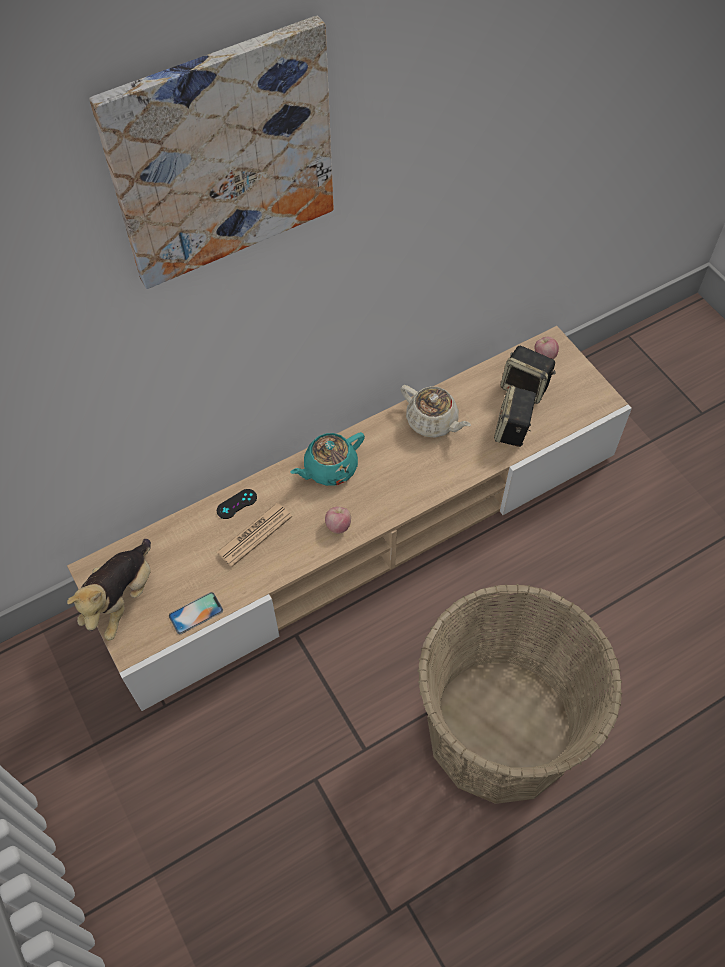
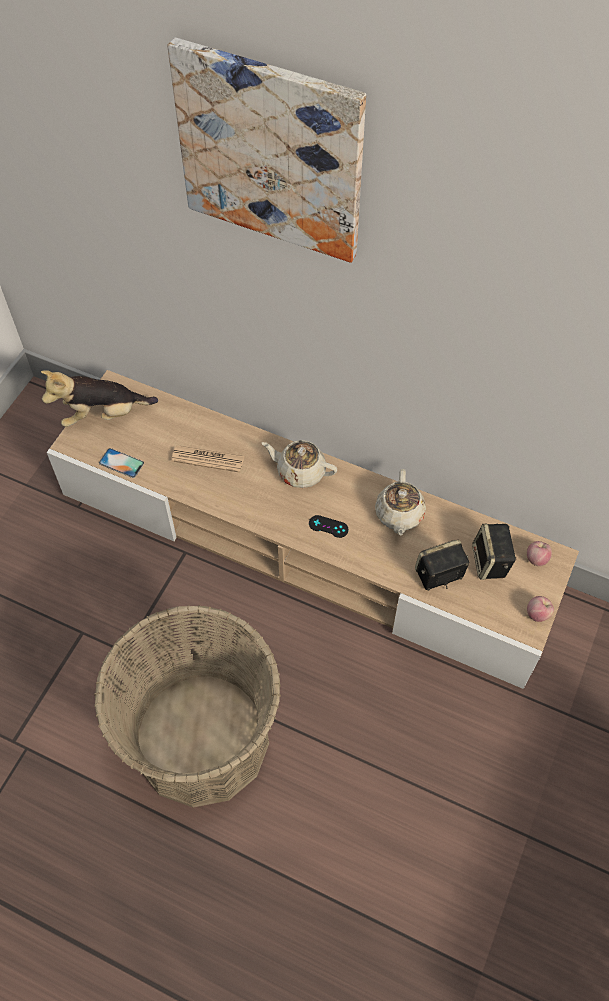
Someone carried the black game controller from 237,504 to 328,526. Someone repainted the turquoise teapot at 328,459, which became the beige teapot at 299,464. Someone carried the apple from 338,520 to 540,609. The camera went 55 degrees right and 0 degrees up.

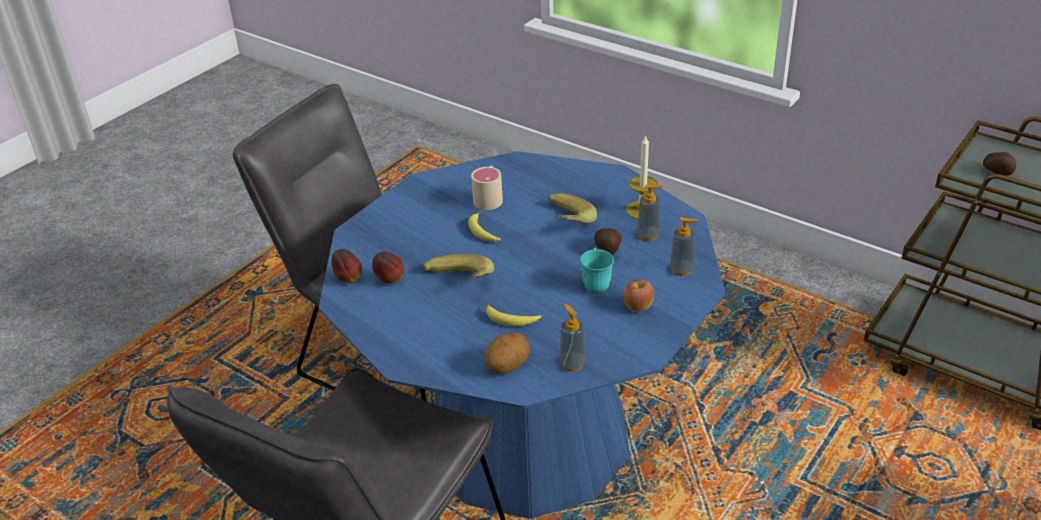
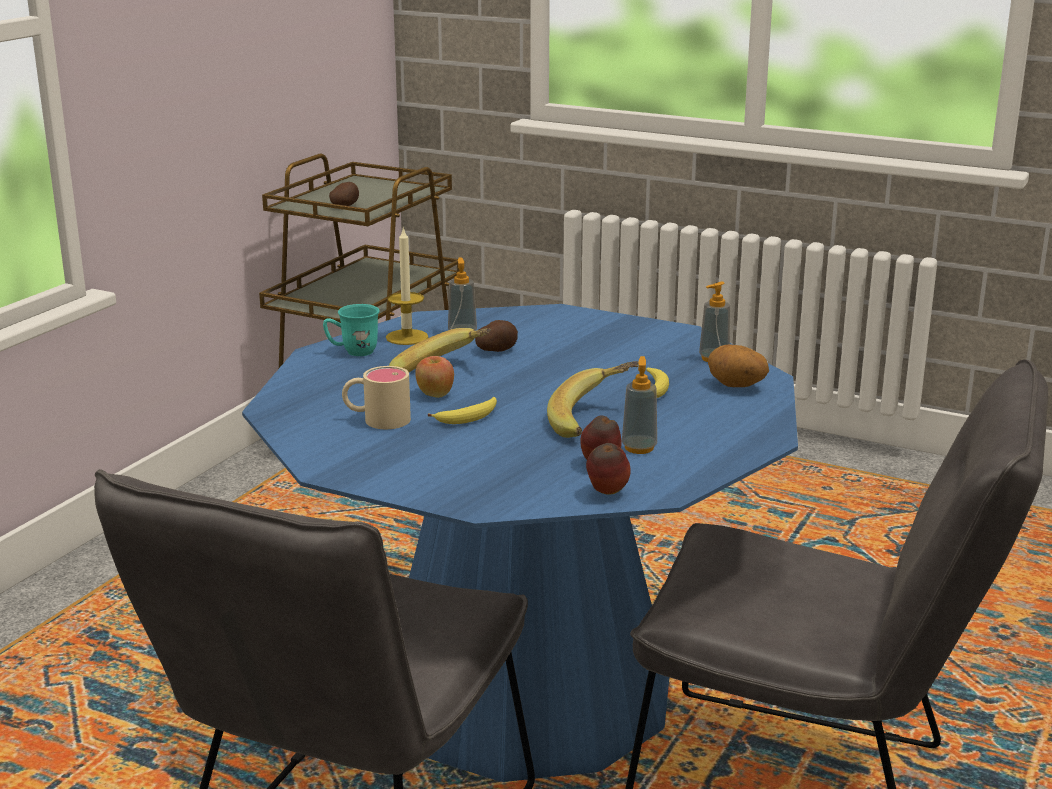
Someone carried the turquoise mug from 597,271 to 351,330. Someone carried the apple from 638,295 to 434,377. Someone carried the soap dispenser from 684,246 to 639,405. The camera went 100 degrees left and 15 degrees down.

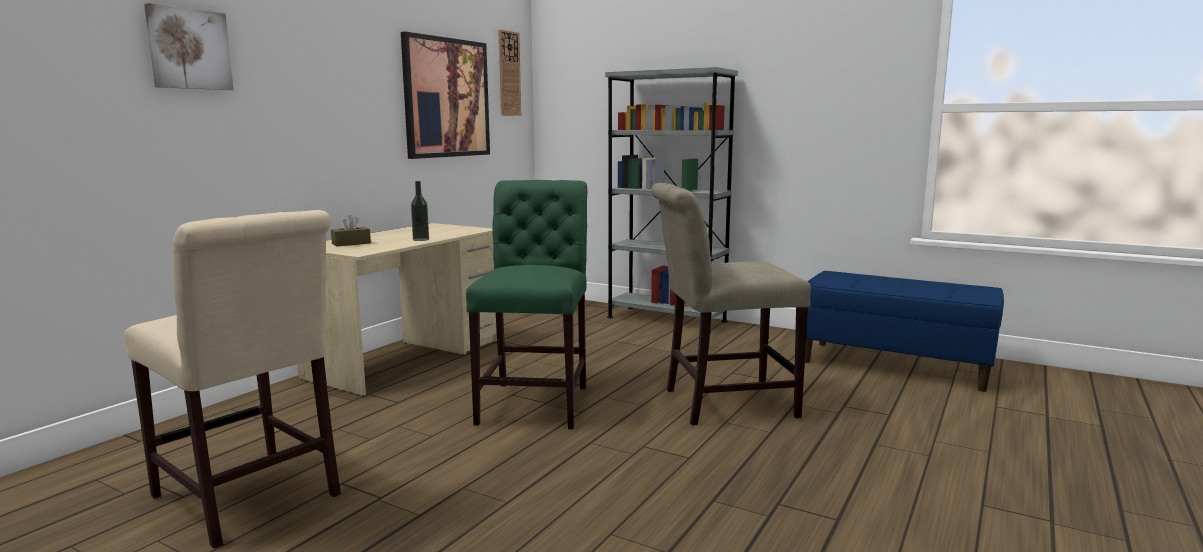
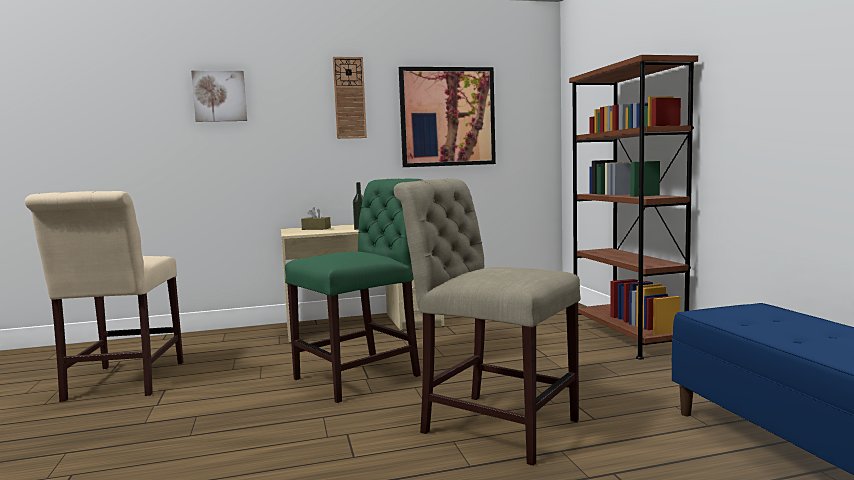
Someone carried the wall clock from 509,73 to 350,98. Someone repainted the grey bookcase at 671,200, which became the brown bookcase at 633,207. The camera went 45 degrees right and 5 degrees down.

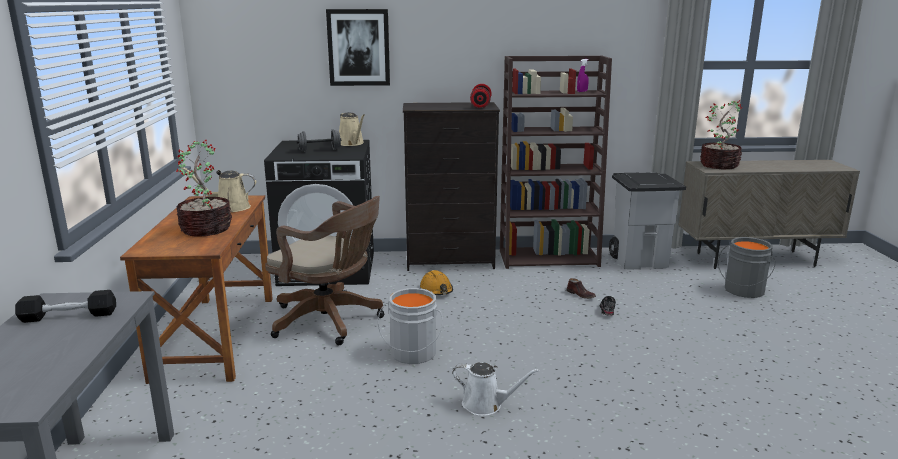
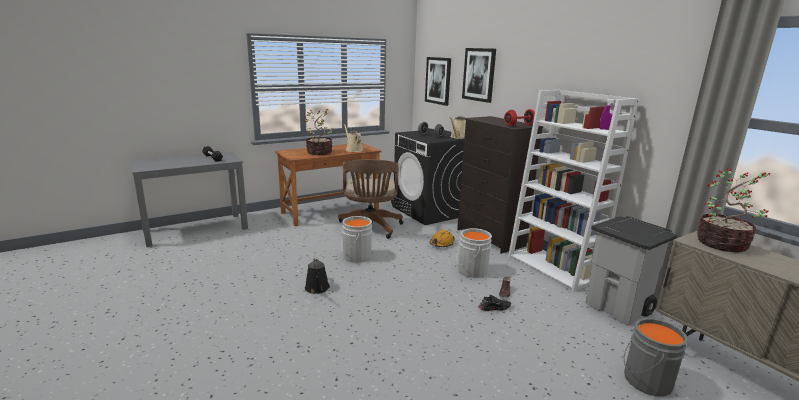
Someone repainted the white watering can at 495,389, which became the black watering can at 317,276. Someone repainted the brown bookcase at 556,162, which became the white bookcase at 573,191. Someone put up the picture at 438,81. Someone put down the grey bucket at 474,253. The camera went 60 degrees right and 0 degrees up.

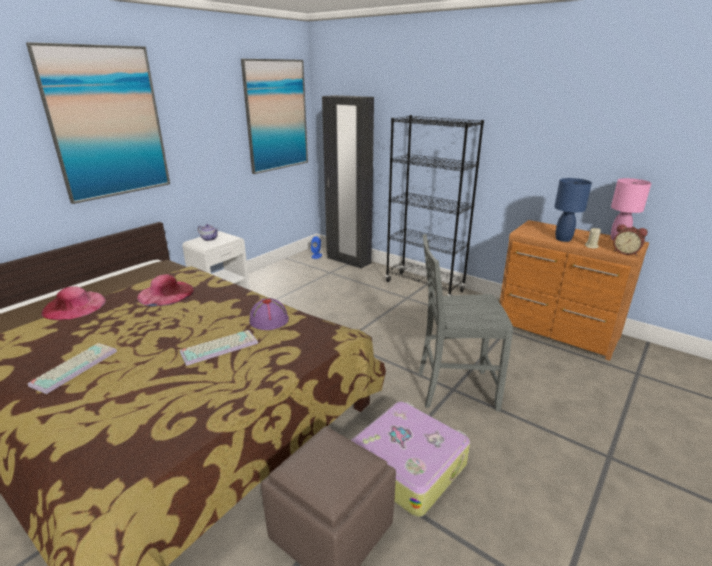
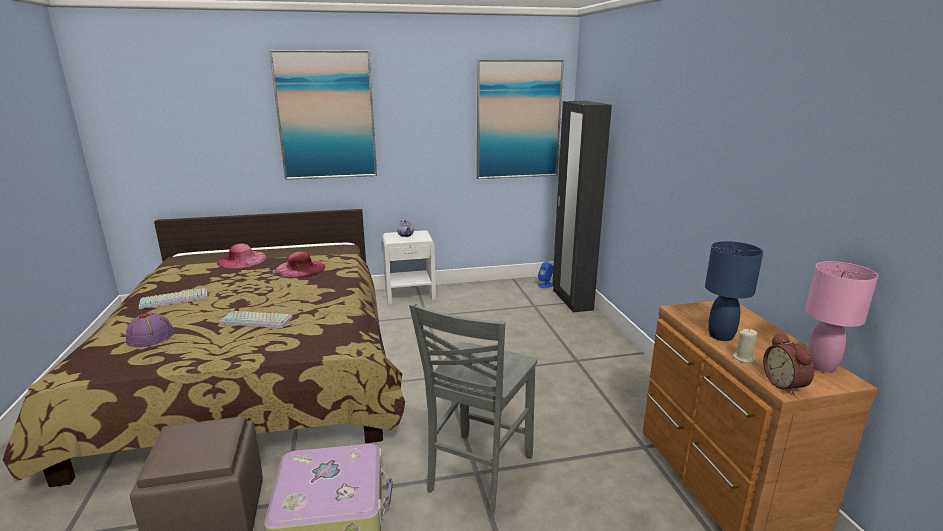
Someone carried the purple hat from 269,314 to 150,329. Someone took away the black bookcase at 435,205. Someone rotated the grey chair at 466,322 by 105 degrees counterclockwise. The camera went 40 degrees right and 5 degrees down.

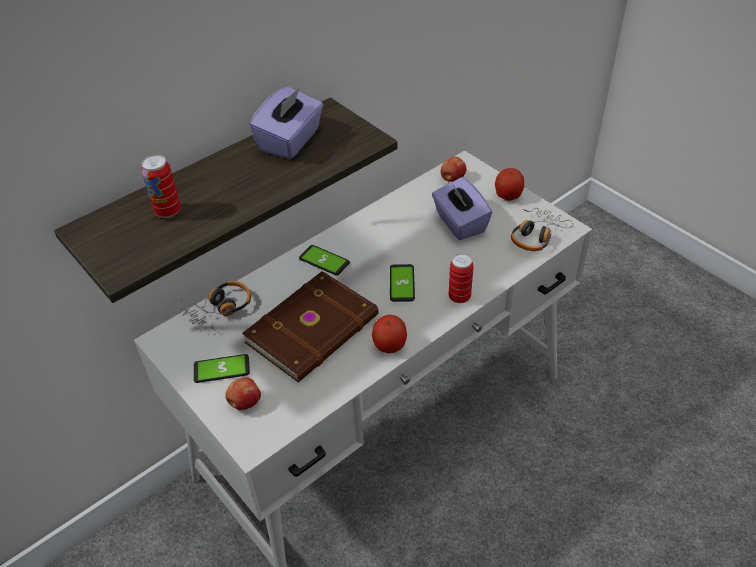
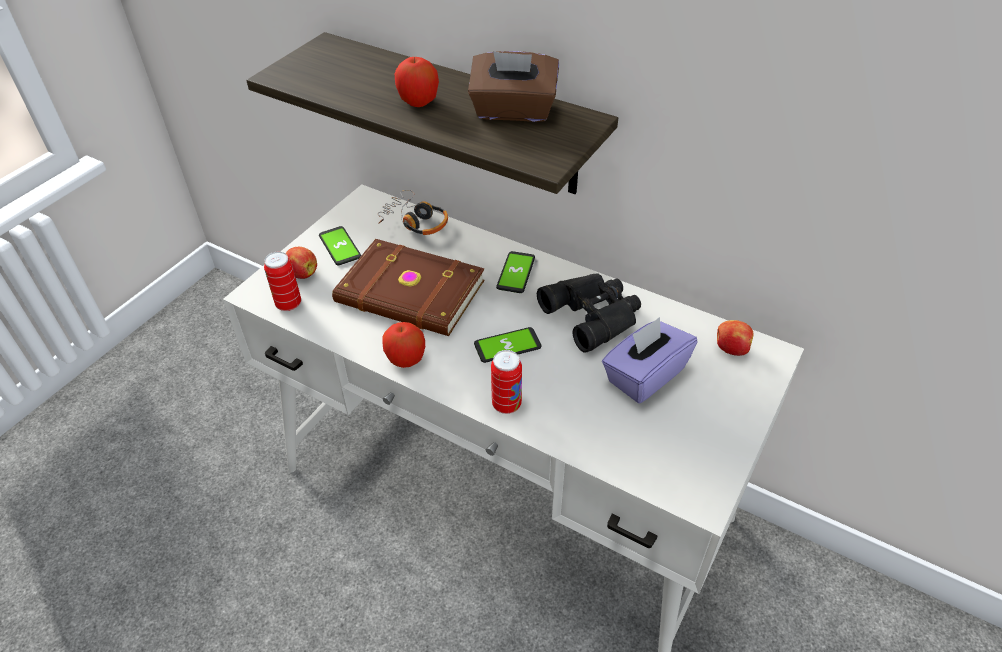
Someone carried the can from 161,186 to 282,281. Someone repainted the purple tissue box at 286,122, which became the brown tissue box at 513,86. Someone carried the apple from 509,184 to 417,82. Someone took away the headphones at 542,229. Someone put down the black binoculars at 589,313. The camera went 70 degrees right and 0 degrees up.

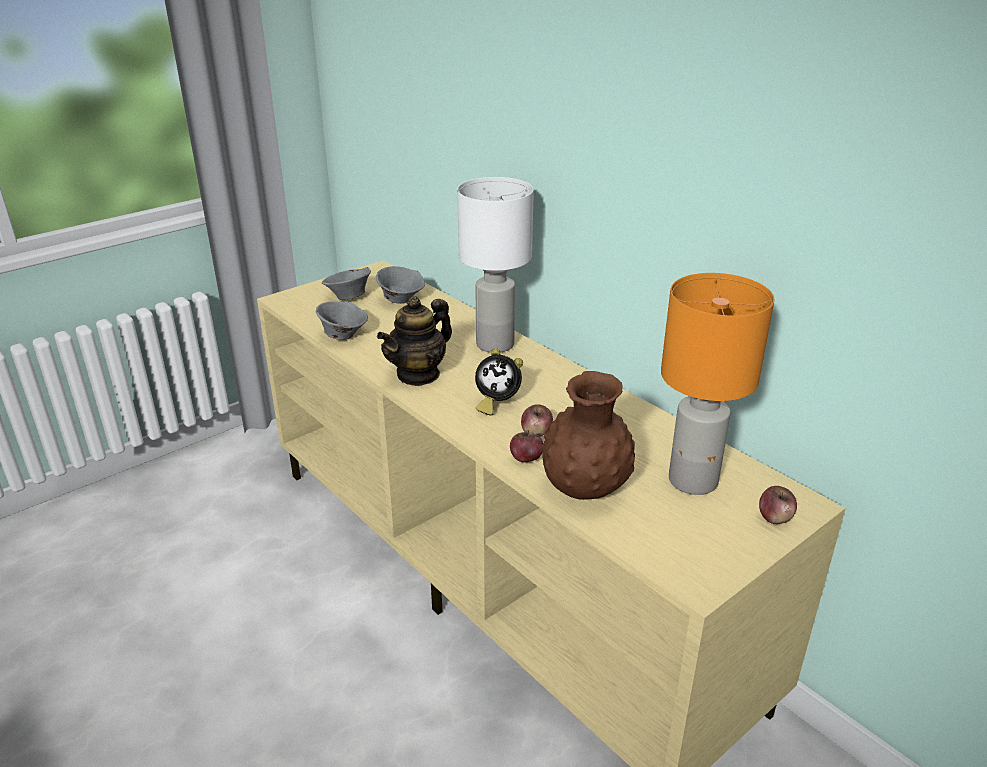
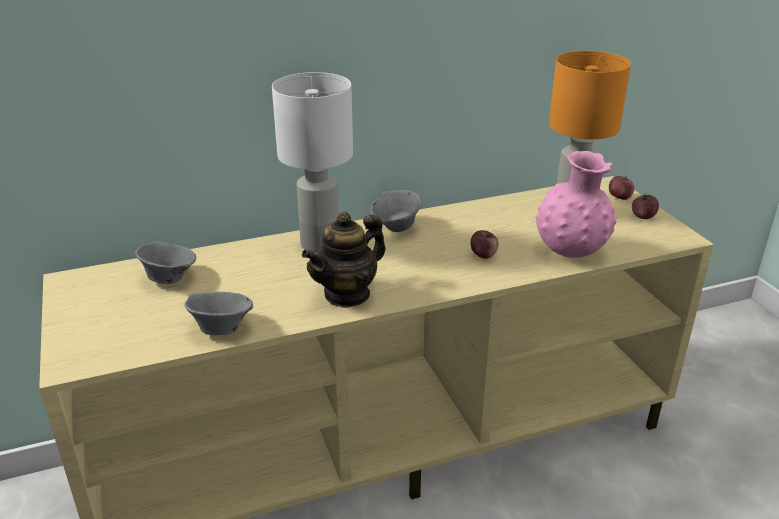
Someone carried the grey bowl from 346,283 to 396,211. Someone rotated the teapot at 414,341 by 75 degrees clockwise. Someone took away the alarm clock at 499,382. Someone carried the apple from 526,446 to 645,207. Someone repainted the brown vase at 588,435, which became the pink vase at 576,204. The camera went 70 degrees left and 0 degrees up.

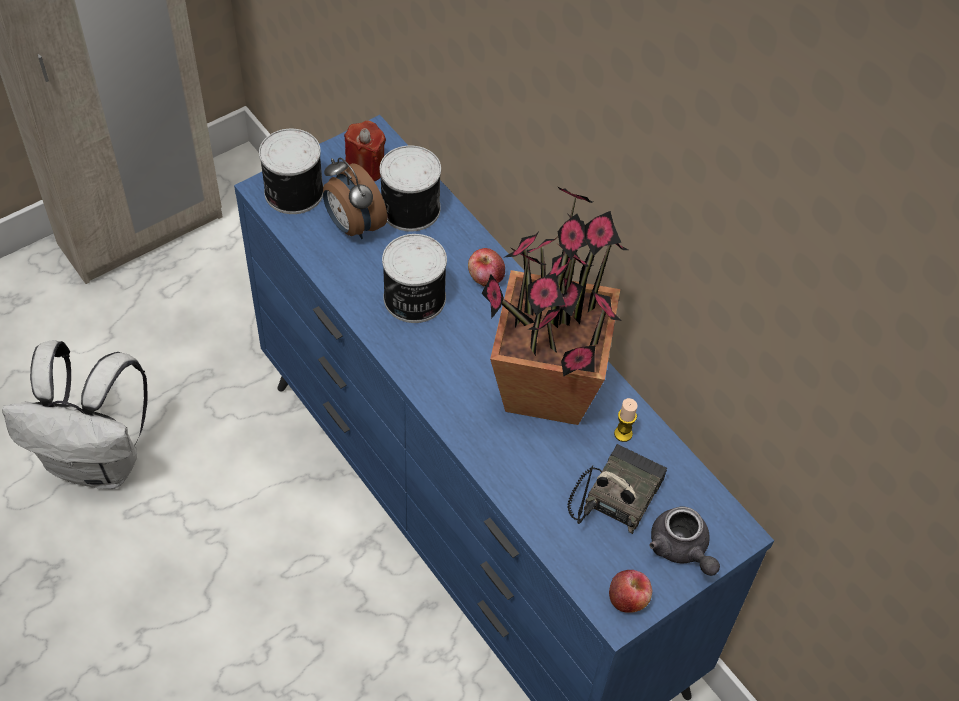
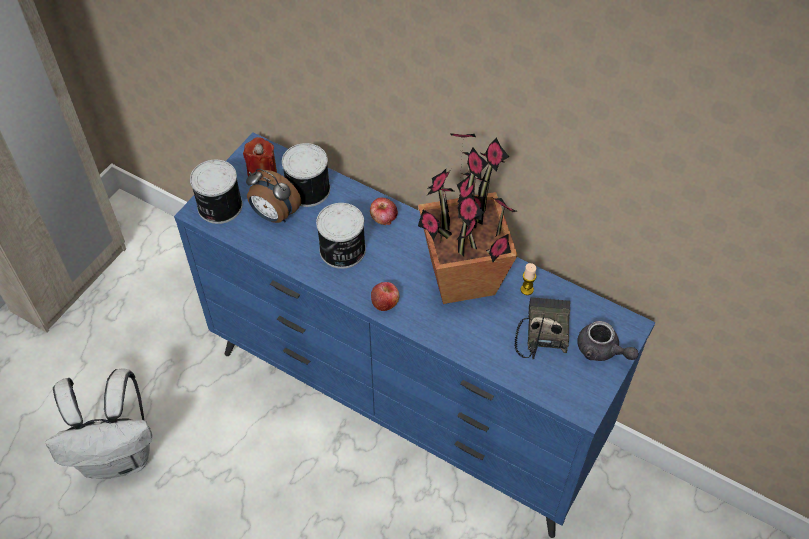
Someone carried the apple from 630,591 to 385,296. The camera went 20 degrees left and 0 degrees up.

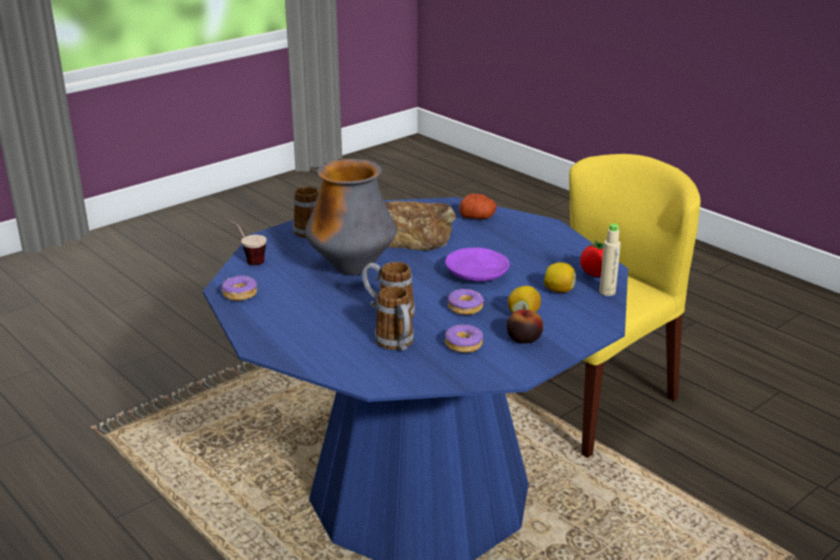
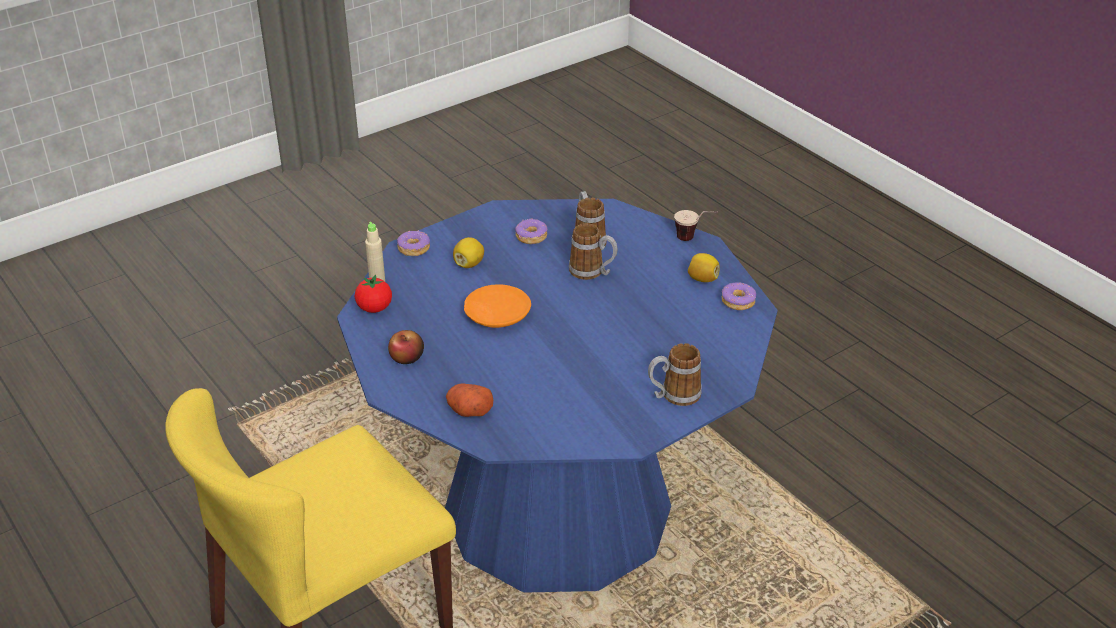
Someone carried the cup from 246,241 to 696,225. Someone took away the vase at 351,217. Someone took away the bread at 420,226. Someone repainted the purple plate at 477,264, which became the orange plate at 497,306. Someone carried the donut from 466,302 to 413,243. Someone carried the apple from 525,326 to 406,347. Someone carried the lemon from 560,277 to 704,267. The camera went 175 degrees left and 10 degrees up.

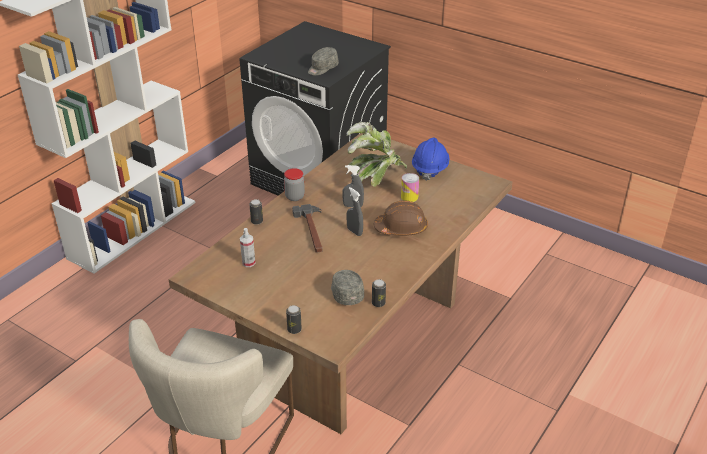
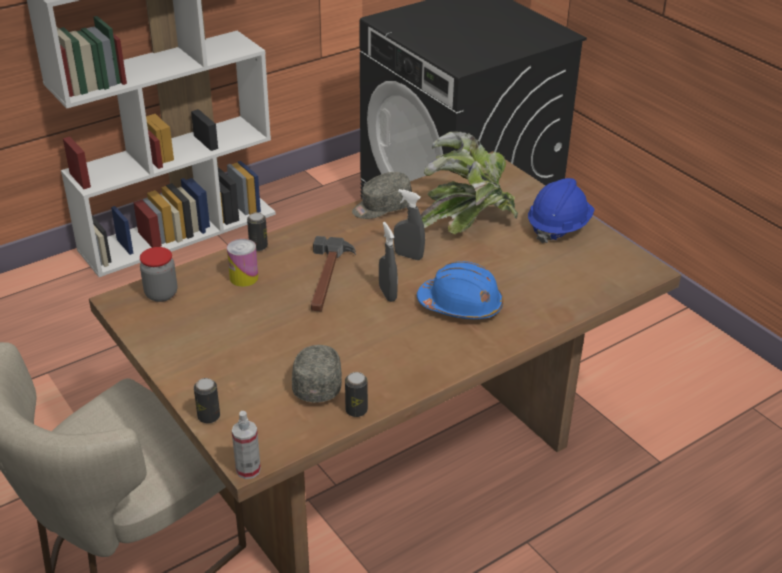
Someone carried the spray bottle from 248,247 to 246,445. Someone carried the jar from 294,184 to 158,274. Someone carried the grey cap from 323,61 to 382,195. Someone repainted the brown hard hat at 401,218, which became the blue hard hat at 460,290. Someone carried the can from 410,187 to 242,263. The camera went 20 degrees right and 0 degrees up.

